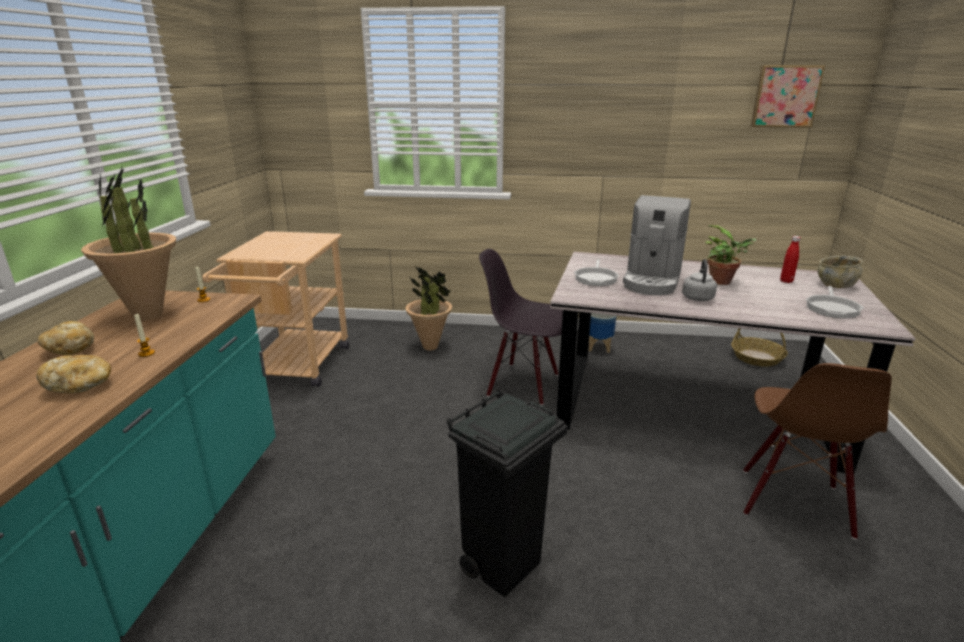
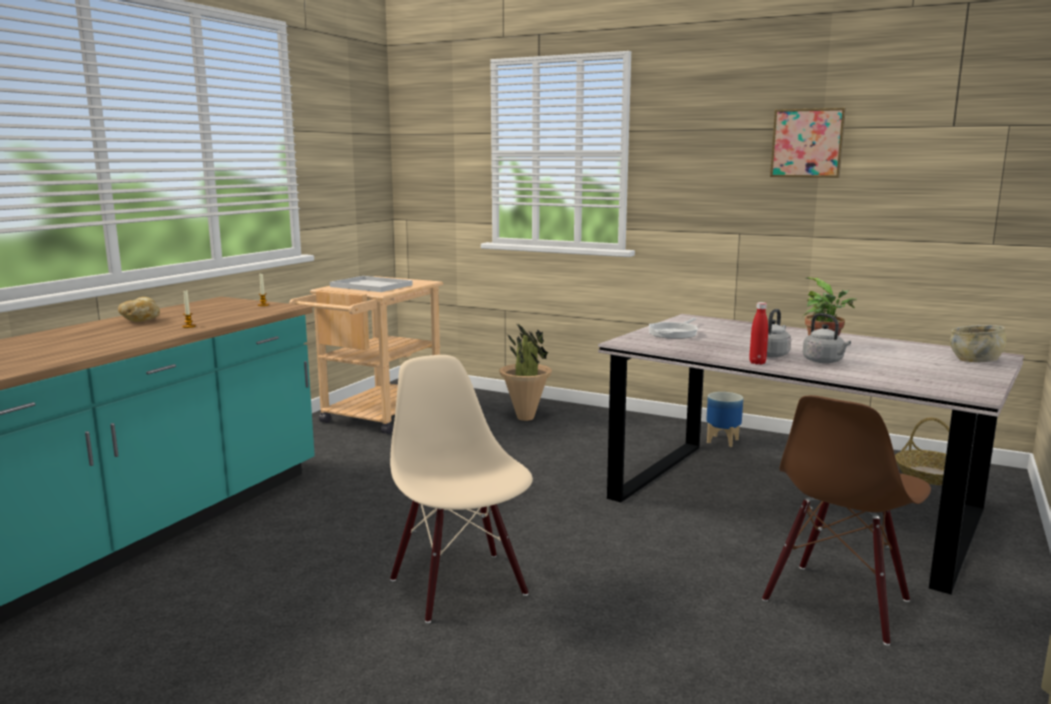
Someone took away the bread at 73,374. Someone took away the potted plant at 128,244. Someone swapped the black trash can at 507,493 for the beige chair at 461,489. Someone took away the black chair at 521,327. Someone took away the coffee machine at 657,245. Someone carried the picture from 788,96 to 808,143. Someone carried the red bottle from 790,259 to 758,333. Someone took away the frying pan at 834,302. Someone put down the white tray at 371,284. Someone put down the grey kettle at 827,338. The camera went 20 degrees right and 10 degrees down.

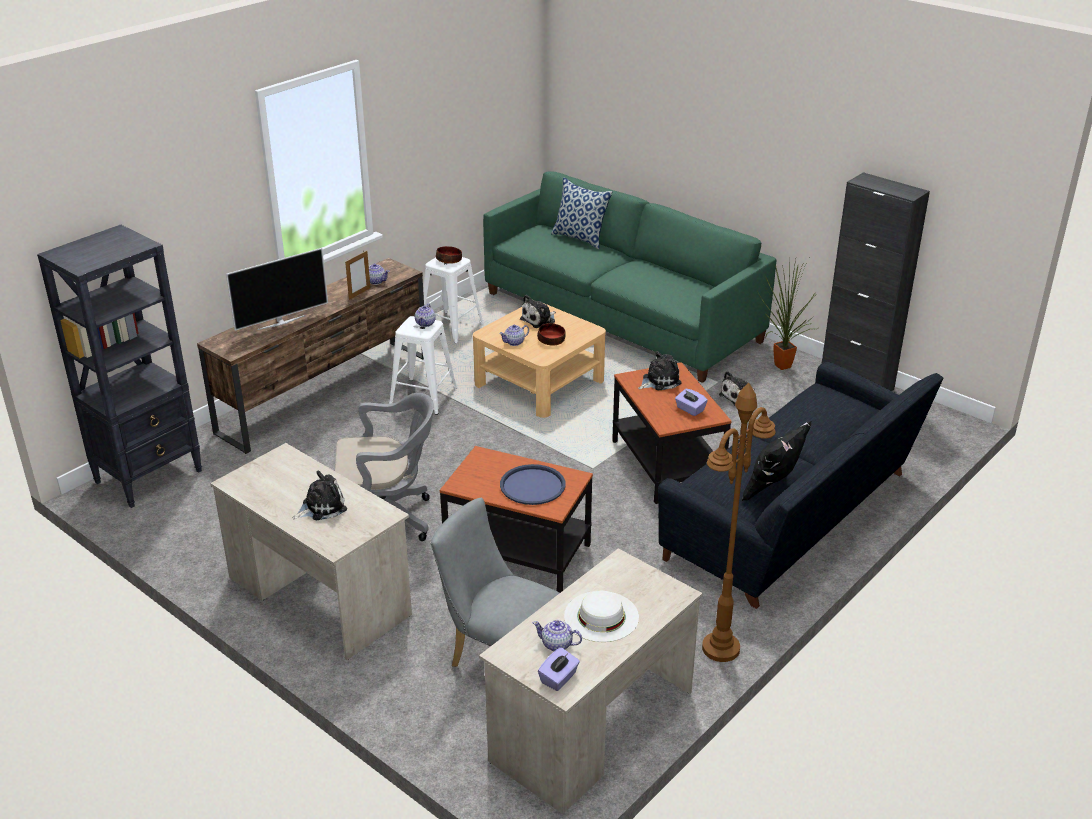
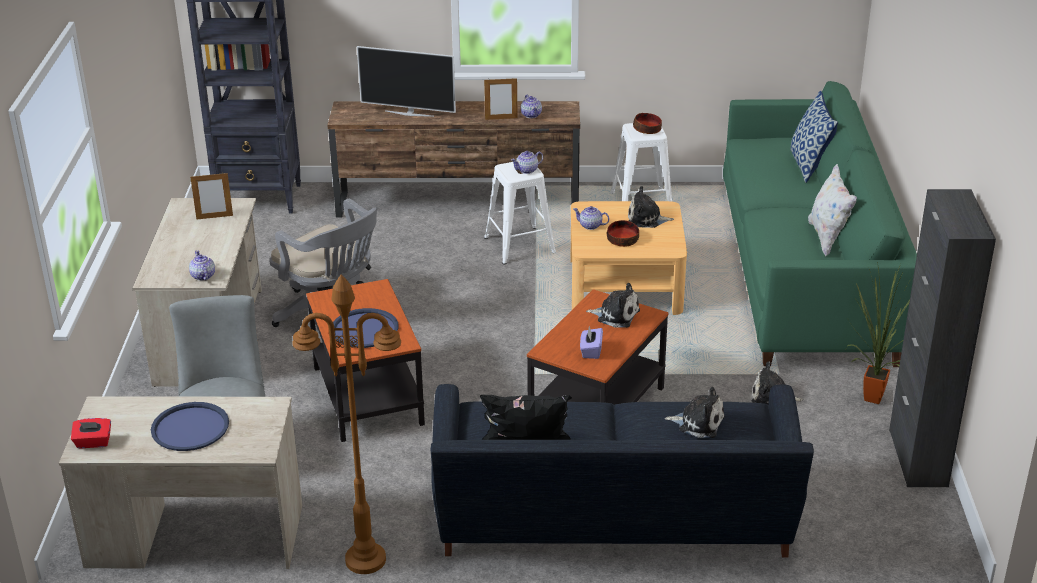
Someone carried the plush toy from 319,495 to 695,412. Someone carried the teapot from 557,635 to 202,265. Someone repainted the purple tissue box at 559,669, which became the red tissue box at 91,433. Someone swapped the white hat at 601,616 for the blue tray at 190,426. Someone put down the picture frame at 211,196. Someone put down the white pillow at 832,210. The camera went 50 degrees right and 0 degrees up.

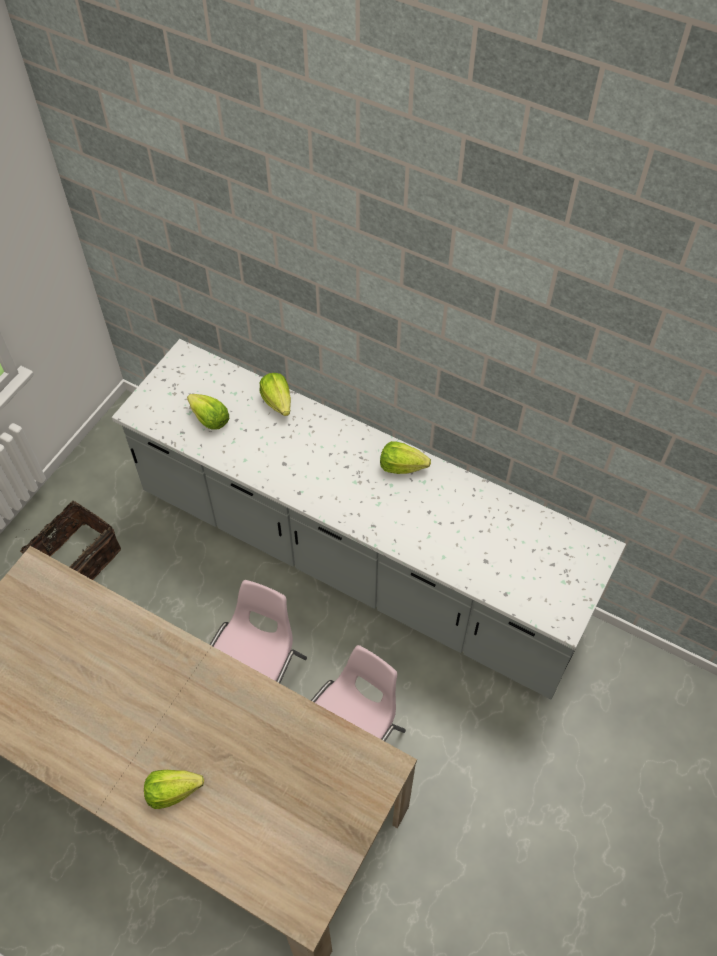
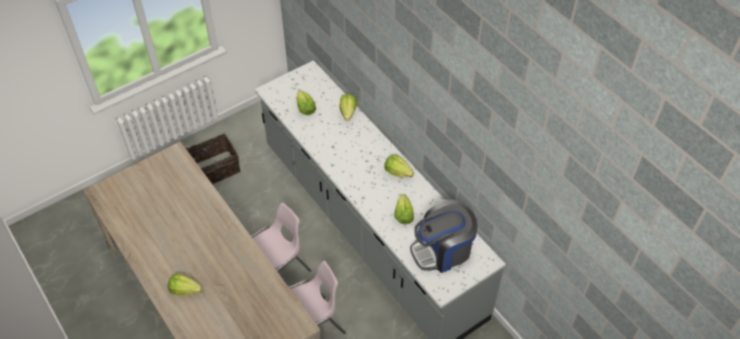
Someone put down the lettuce at 404,209. Someone put down the coffee machine at 444,236. The camera went 25 degrees right and 5 degrees down.

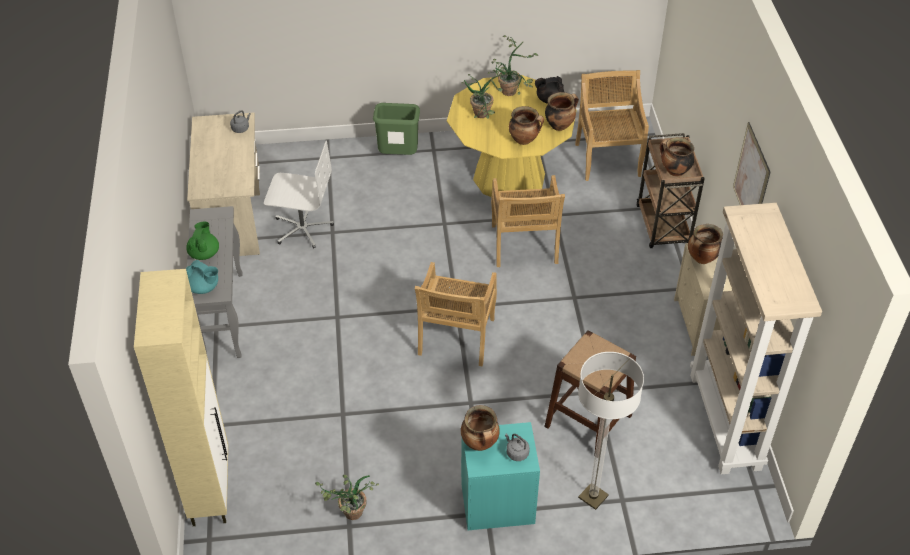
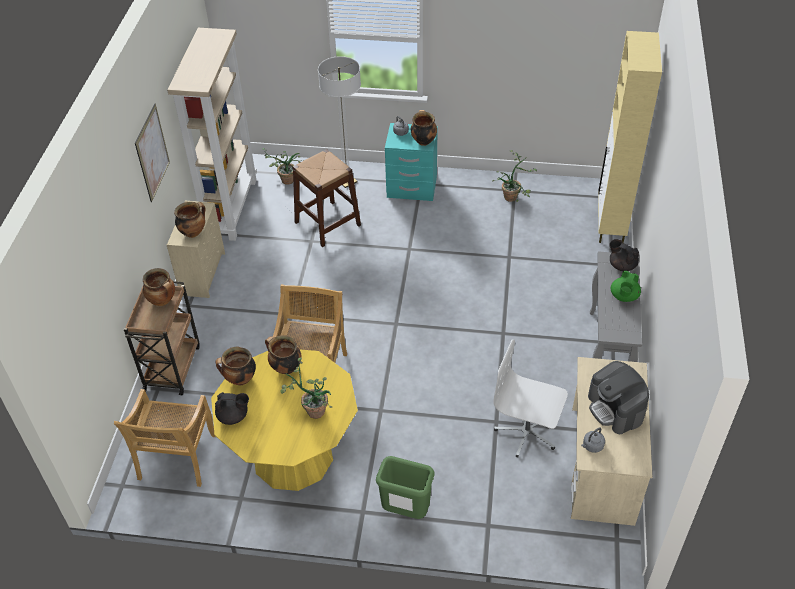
Someone repainted the turquoise teapot at 202,277, which became the black teapot at 624,255. Someone took away the beige chair at 456,314. Someone carried the potted plant from 513,65 to 283,166. Someone put down the coffee machine at 618,397. The camera went 165 degrees left and 0 degrees up.

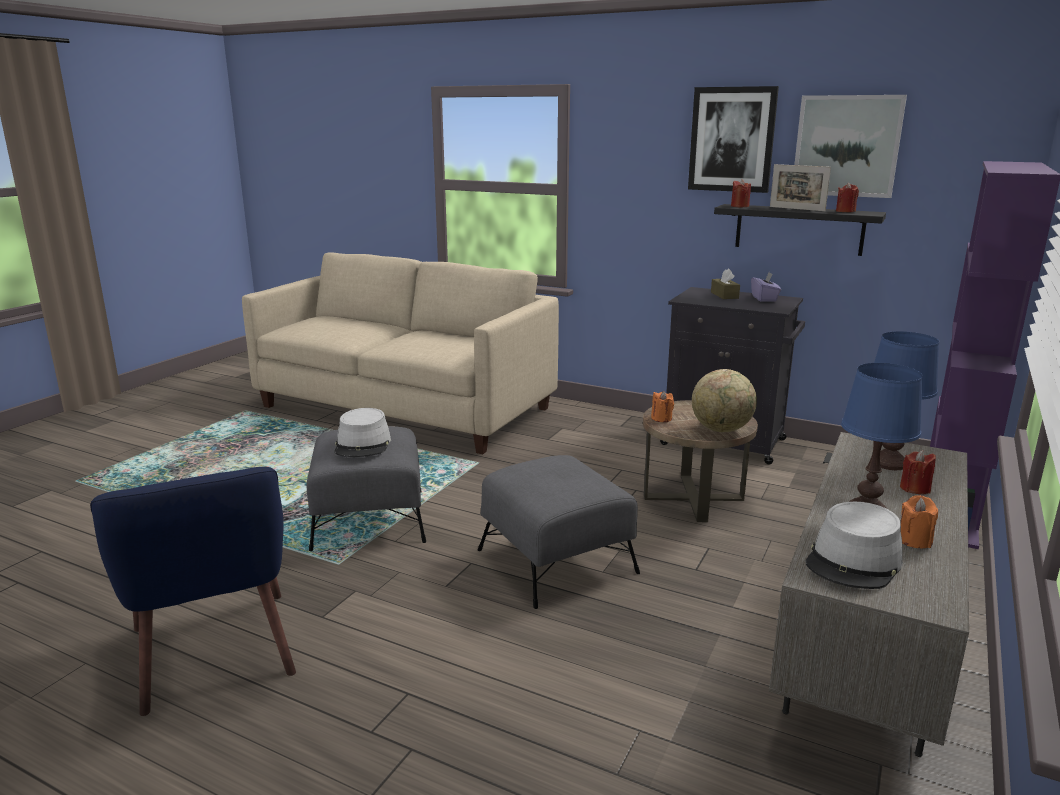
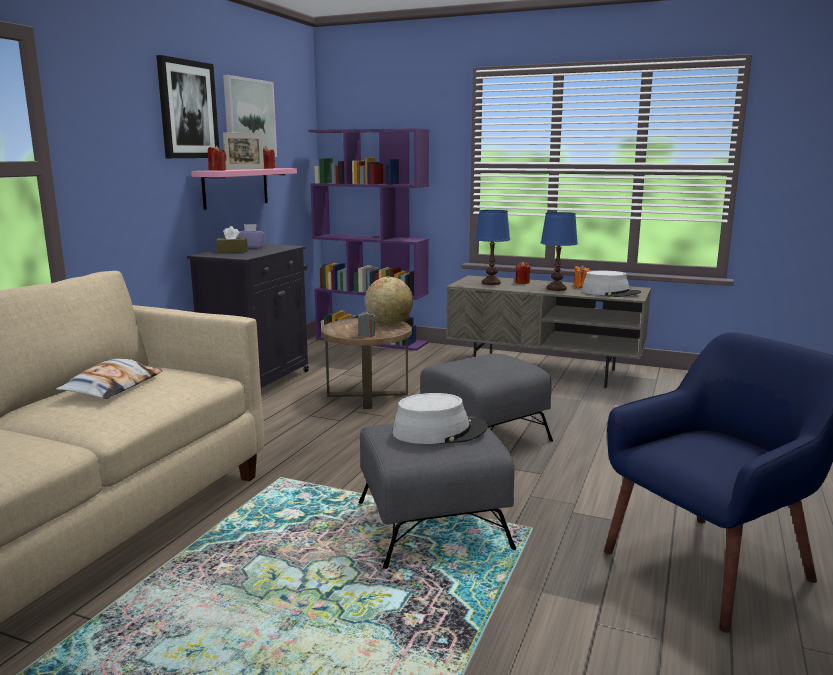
Someone repainted the orange candle at 662,406, which became the grey candle at 367,324. Someone repainted the black shelf at 800,230, which became the pink shelf at 244,189. Someone put down the pillow at 109,379. The camera went 95 degrees left and 5 degrees down.

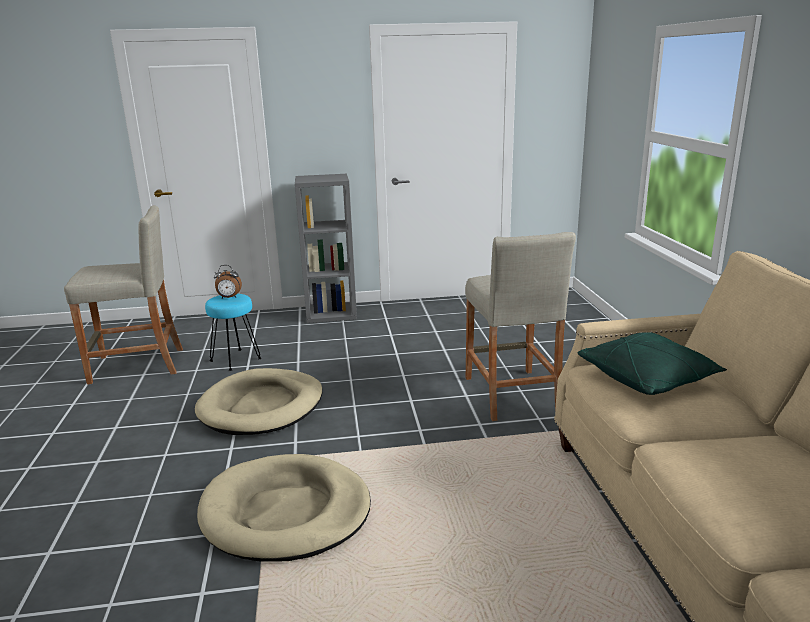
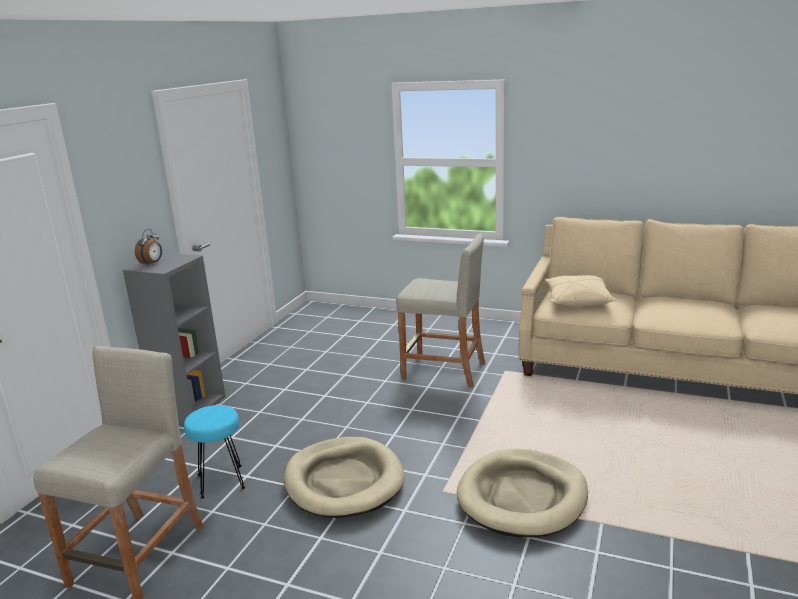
Someone carried the alarm clock from 228,281 to 148,247. Someone repainted the green pillow at 652,363, which became the beige pillow at 580,291. The camera went 60 degrees left and 0 degrees up.

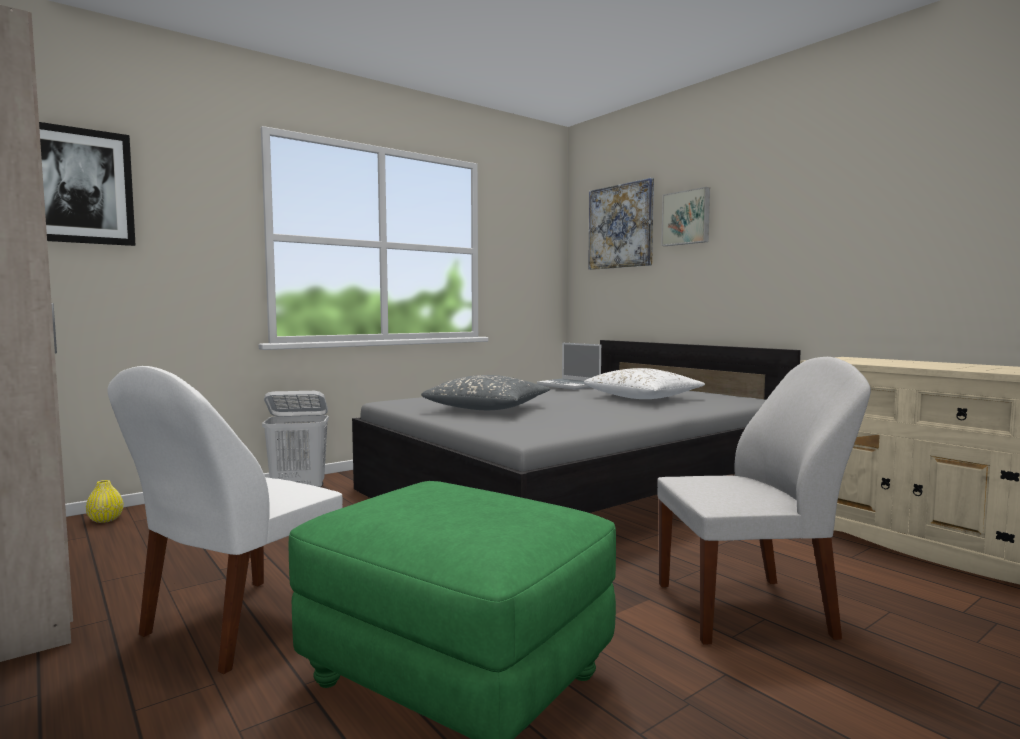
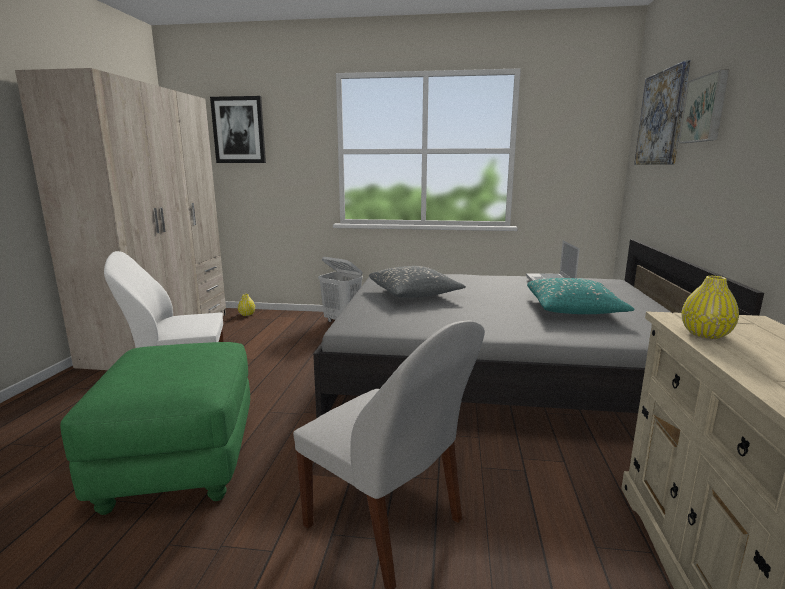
Someone repainted the white pillow at 644,383, which became the turquoise pillow at 581,296. Someone put down the yellow vase at 710,307. The camera went 45 degrees right and 10 degrees up.

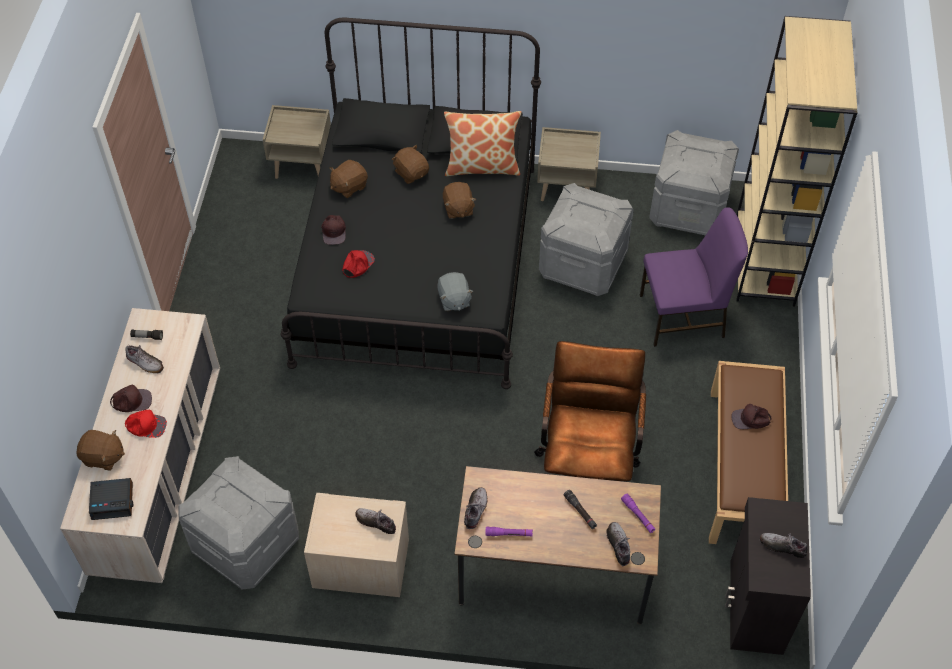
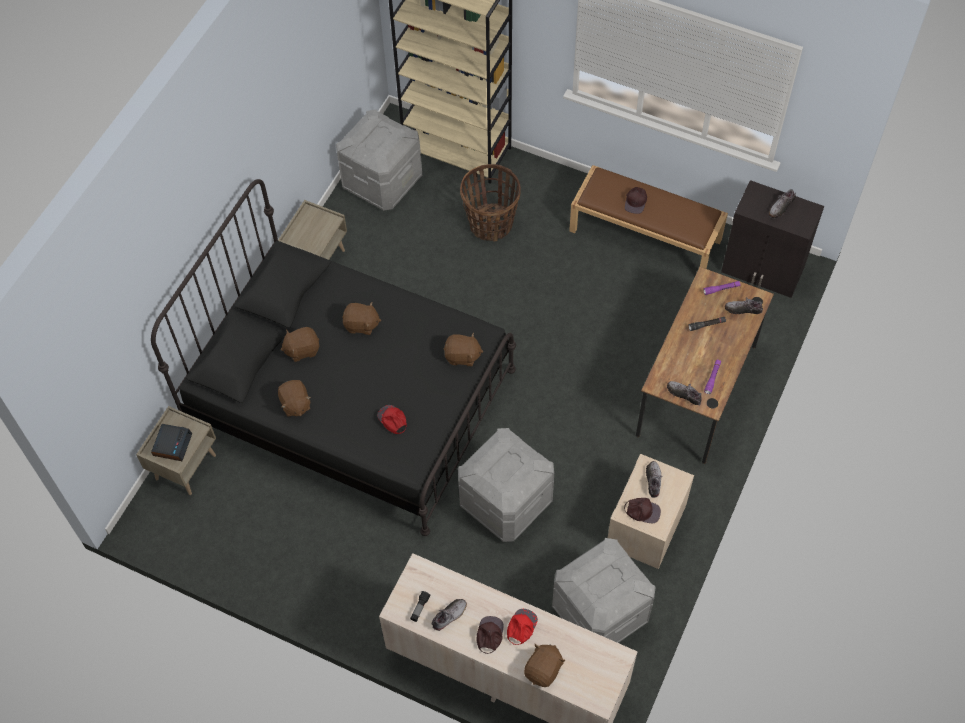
Someone carried the alarm clock from 111,499 to 171,442. Someone carried the brown cap from 333,230 to 642,510. Someone rotated the shoe at 375,521 by 135 degrees clockwise. Someone repainted the grey plush toy at 455,291, which became the brown plush toy at 463,349. Someone took away the pillow at 482,143. Someone took away the brown office chair at 590,411. Someone carried the grey storage box from 586,239 to 506,485. Someone swapped the purple chair at 694,277 for the basket at 490,202. The camera went 70 degrees left and 5 degrees up.

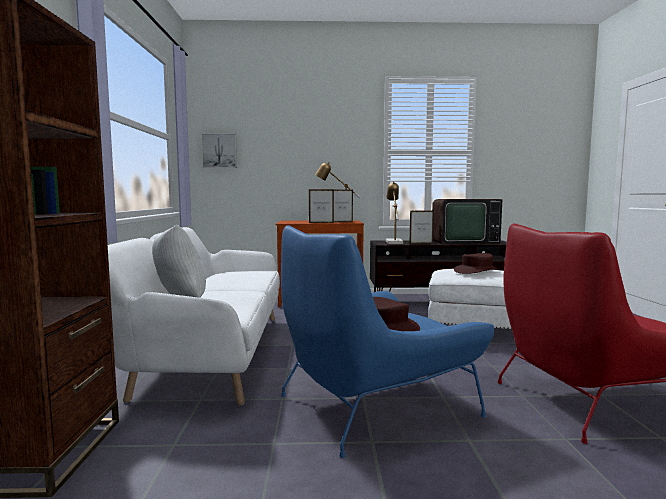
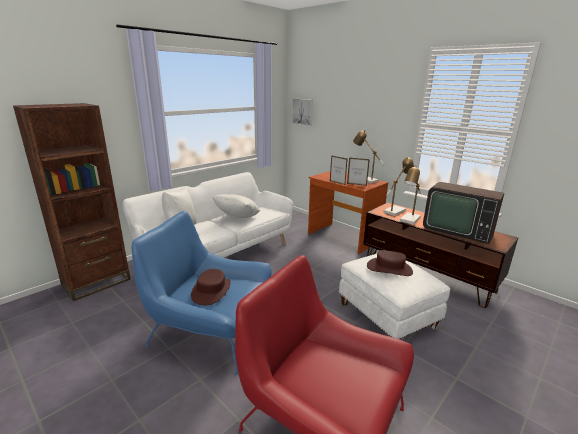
Someone swapped the picture frame at 421,227 for the table lamp at 410,195. Someone put down the white pillow at 236,206. The camera went 45 degrees right and 15 degrees up.

